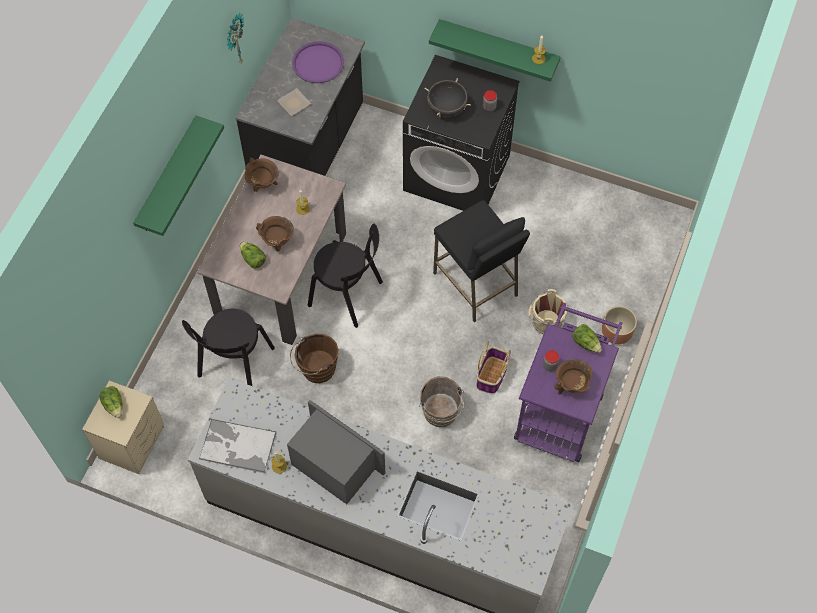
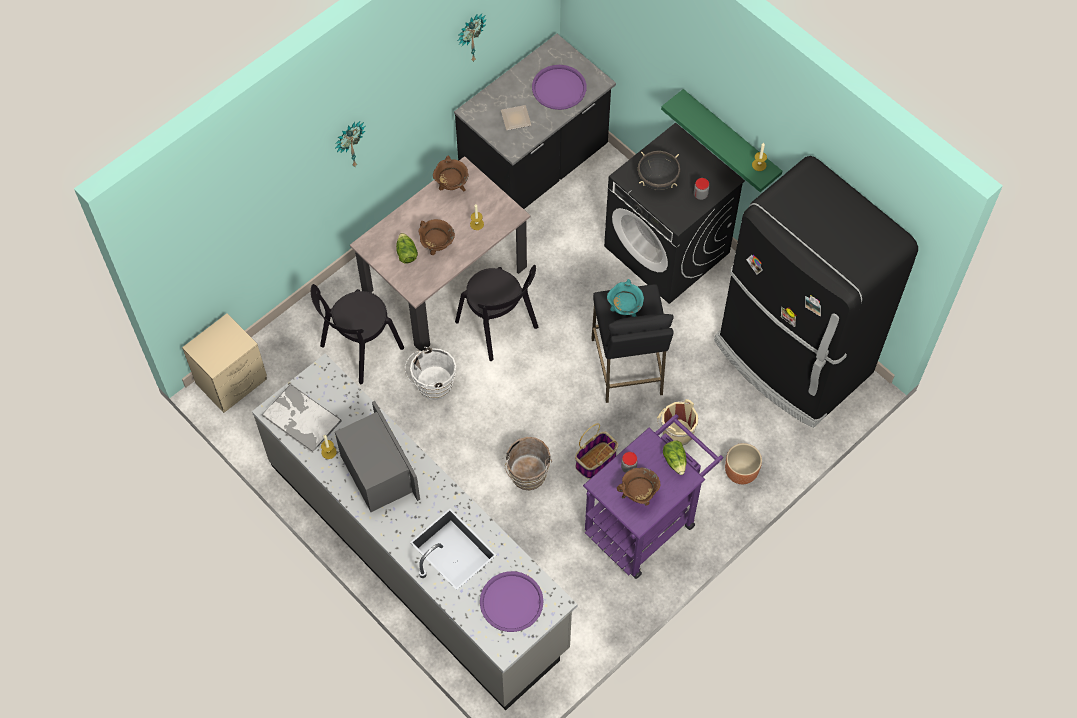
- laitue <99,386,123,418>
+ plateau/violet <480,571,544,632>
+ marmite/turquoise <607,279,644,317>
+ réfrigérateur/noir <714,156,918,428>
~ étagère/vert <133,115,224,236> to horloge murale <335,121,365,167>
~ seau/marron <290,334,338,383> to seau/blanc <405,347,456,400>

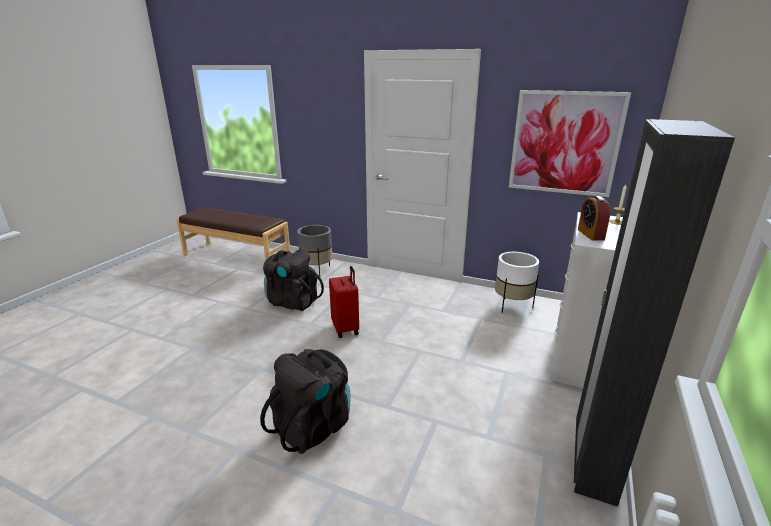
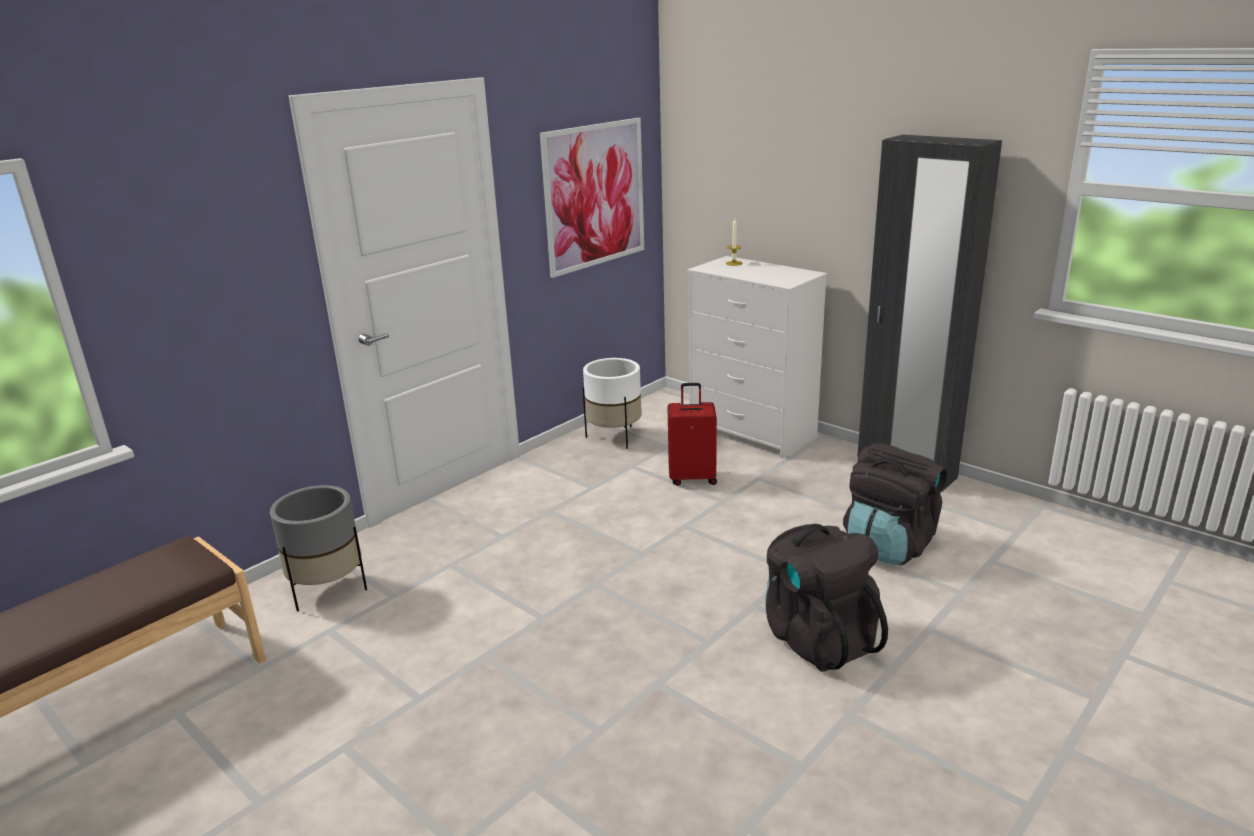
- réveil <578,196,610,240>
~ sac à dos/noir <263,249,324,311> to <843,443,947,565>
~ valise/rouge <329,266,359,338> to <667,383,717,486>

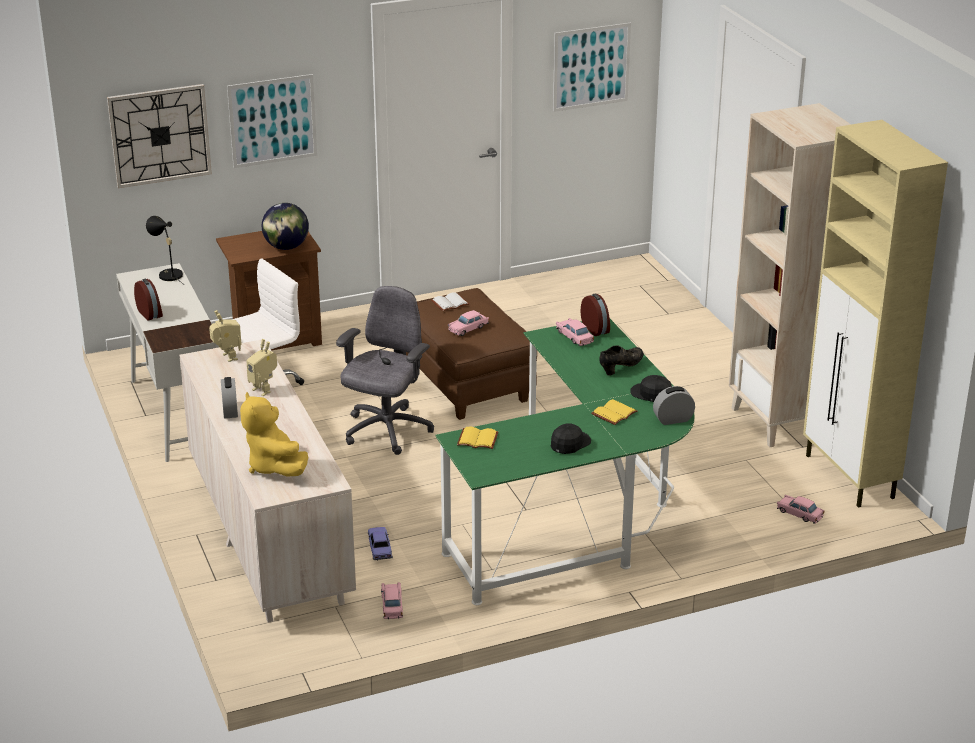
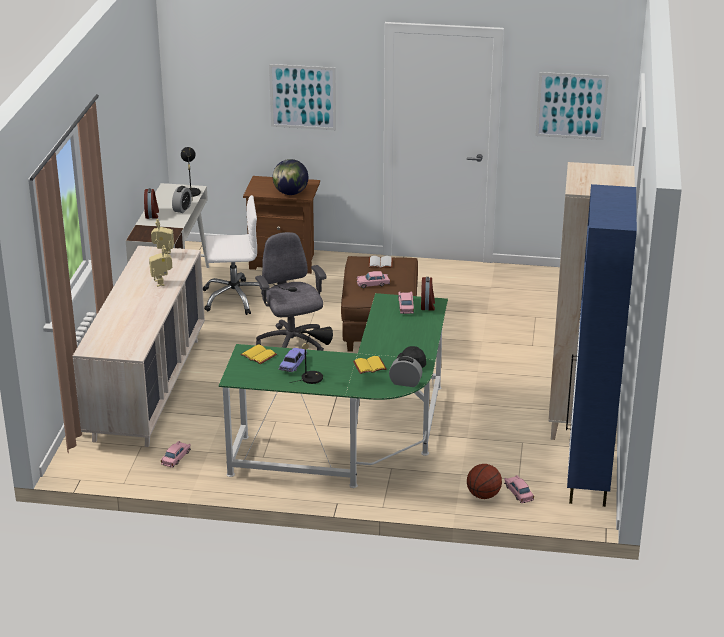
- horloge murale <107,84,212,188>
- peluche/jaune <240,392,308,477>
- chaussure/noir <599,346,644,376>
+ ballon de basket <467,464,502,499>
~ réveil <221,377,238,419> to <172,186,192,213>
~ petite voiture <368,527,393,560> to <278,348,307,372>
~ casquette/noir <551,423,591,454> to lampe de table/noir <289,327,333,384>
~ meuble de rangement/beige <803,120,948,508> to meuble de rangement/bleu <566,184,637,507>
~ chaise de bureau/gris <336,286,434,455> = <255,232,326,351> 75 degrees counterclockwise

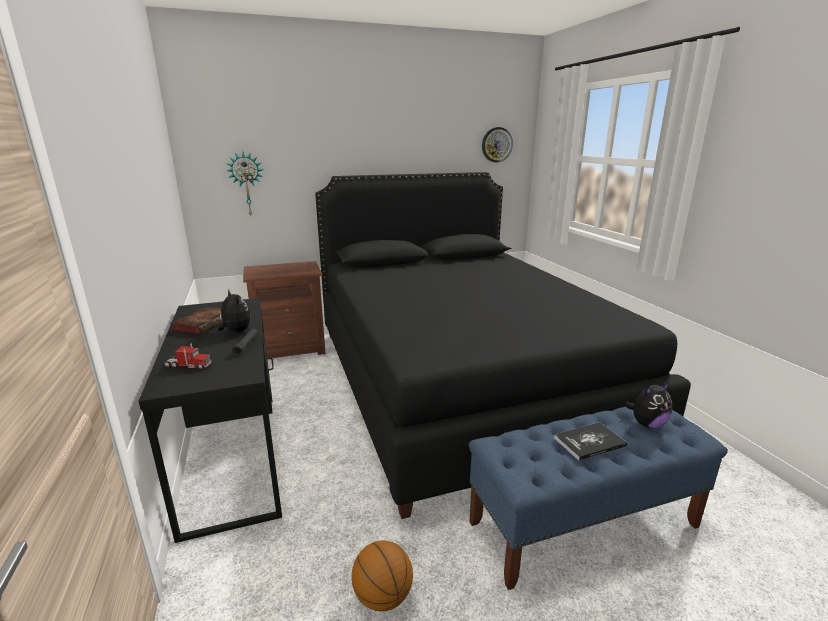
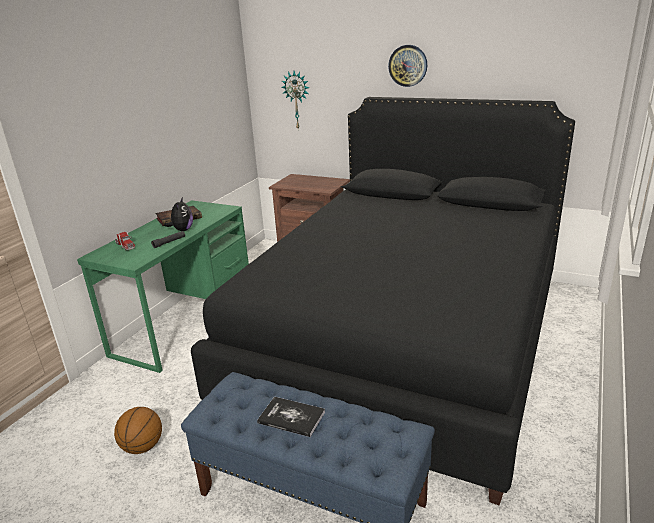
- peluche <624,381,672,428>
~ horloge murale <482,127,513,162> to <388,45,427,87>
~ bureau/noir <138,298,282,543> to bureau/vert <77,200,249,373>

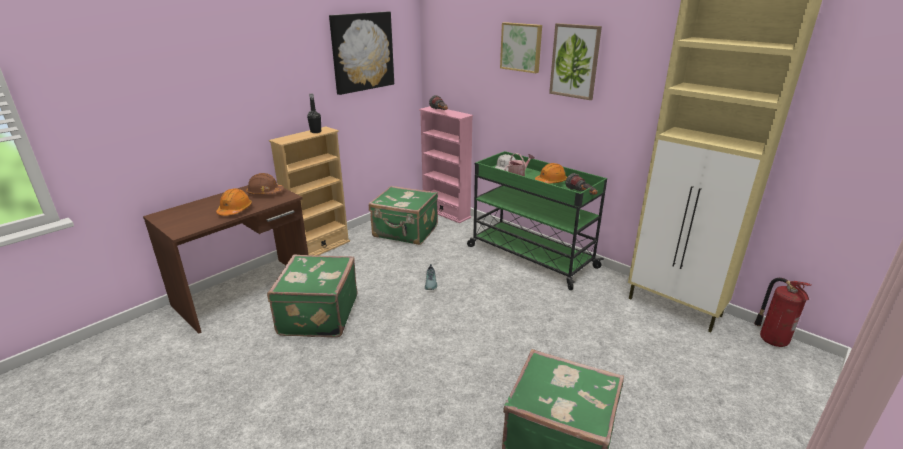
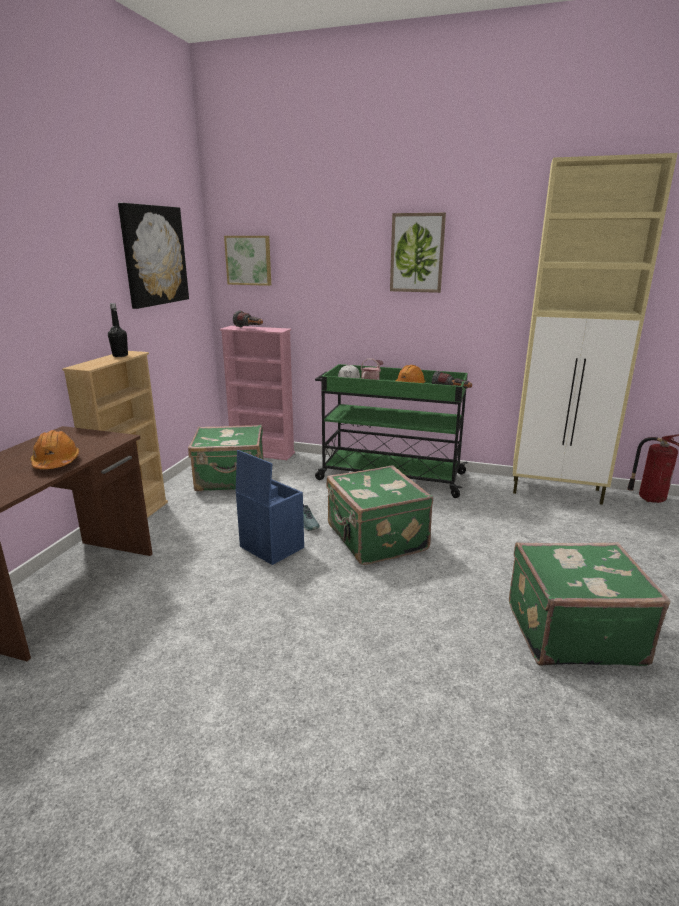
- casque de chantier/marron <246,173,284,195>
+ boîte de rangement/bleu <236,450,304,565>
~ valise/vert <267,255,358,337> to <327,466,433,565>
~ tableau <500,22,542,73> to <224,236,271,286>

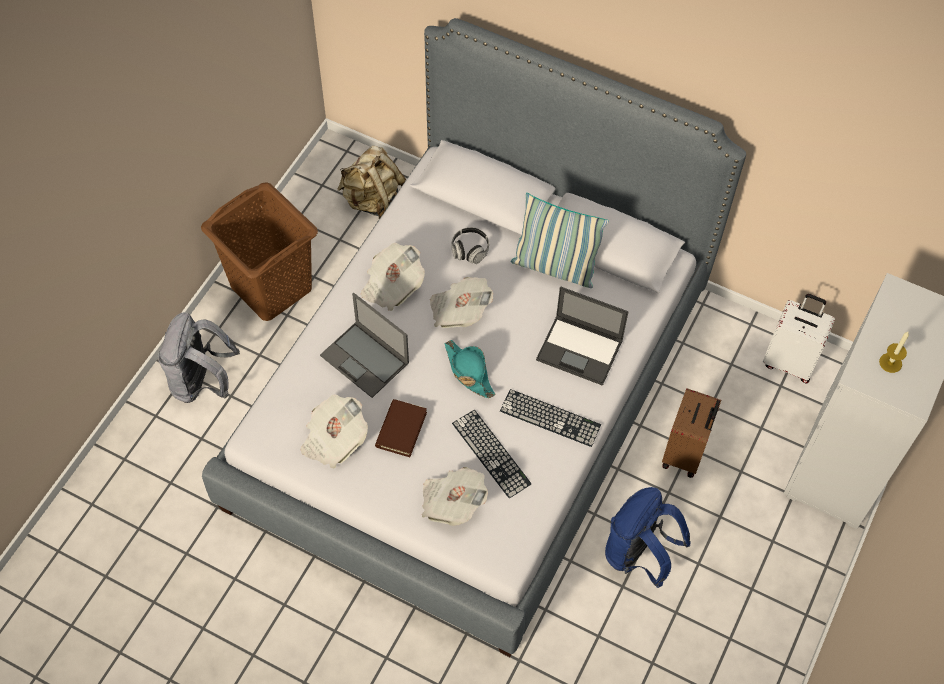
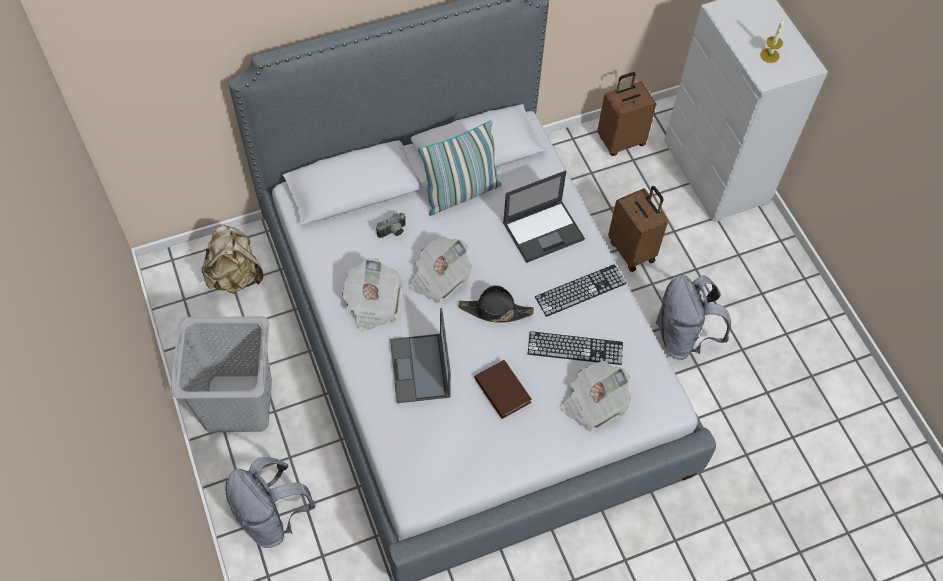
- journal <301,394,368,469>
~ casque audio <451,227,489,264> to appareil photo <376,213,406,238>
~ panier à linge/marron <201,182,318,321> to panier à linge/gris <170,316,272,432>
~ chapeau/turquoise <445,340,495,398> to chapeau/noir <459,285,534,323>
~ sac à dos/bleu <605,487,691,588> to sac à dos/gris <656,275,731,360>
~ valise/blanc <763,294,835,383> to valise/marron <597,72,656,156>
~ ordinateur portable <320,293,409,398> = <390,308,451,403> 90 degrees clockwise

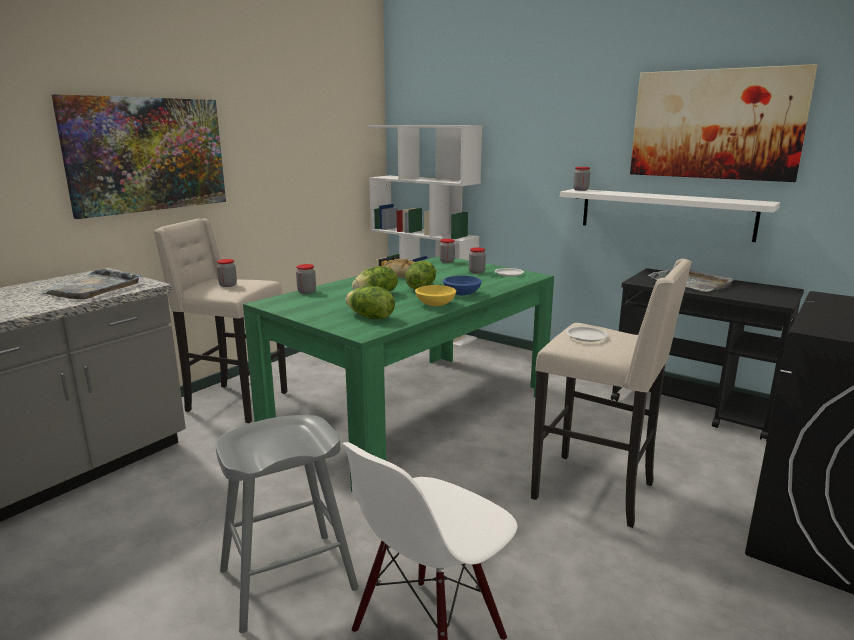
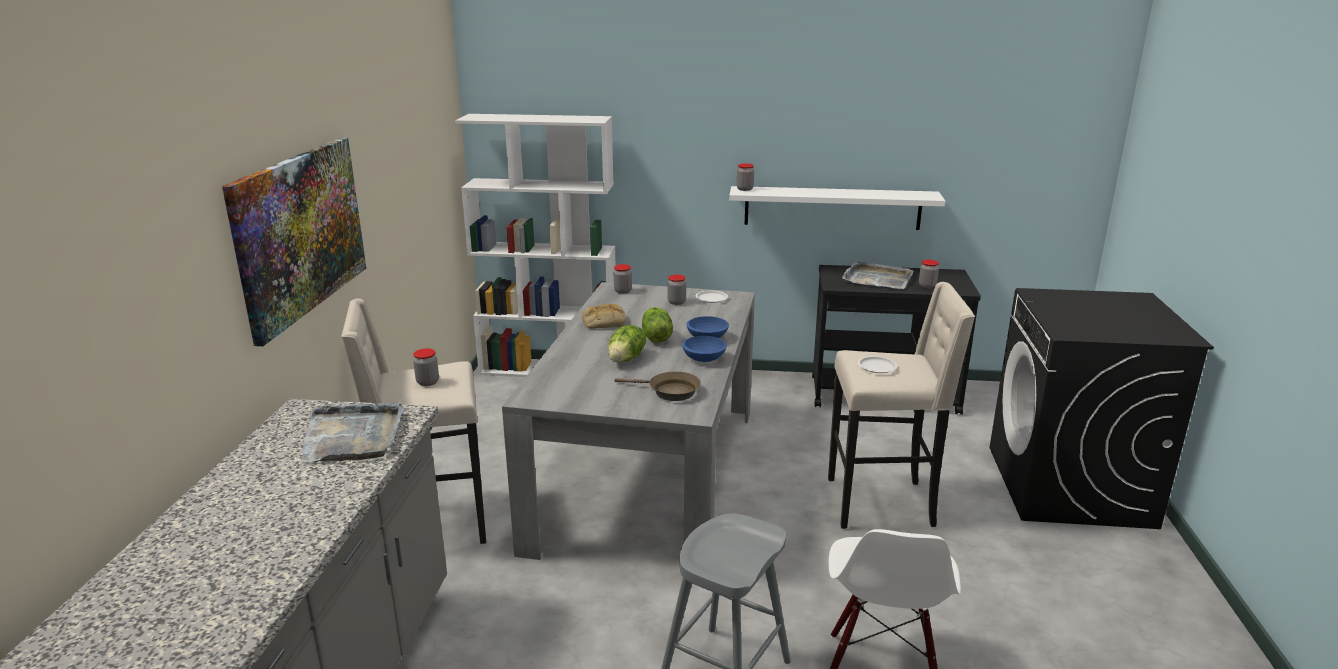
- tableau <630,64,818,182>
~ bocal <296,264,316,294> to <919,260,939,288>
~ laitue <345,286,395,319> to poêle/marron <615,372,701,401>
~ table à manger/vert <243,256,554,491> to table à manger/gris <502,282,755,560>
~ bol/jaune <415,285,456,306> to bol/bleu <682,336,727,362>

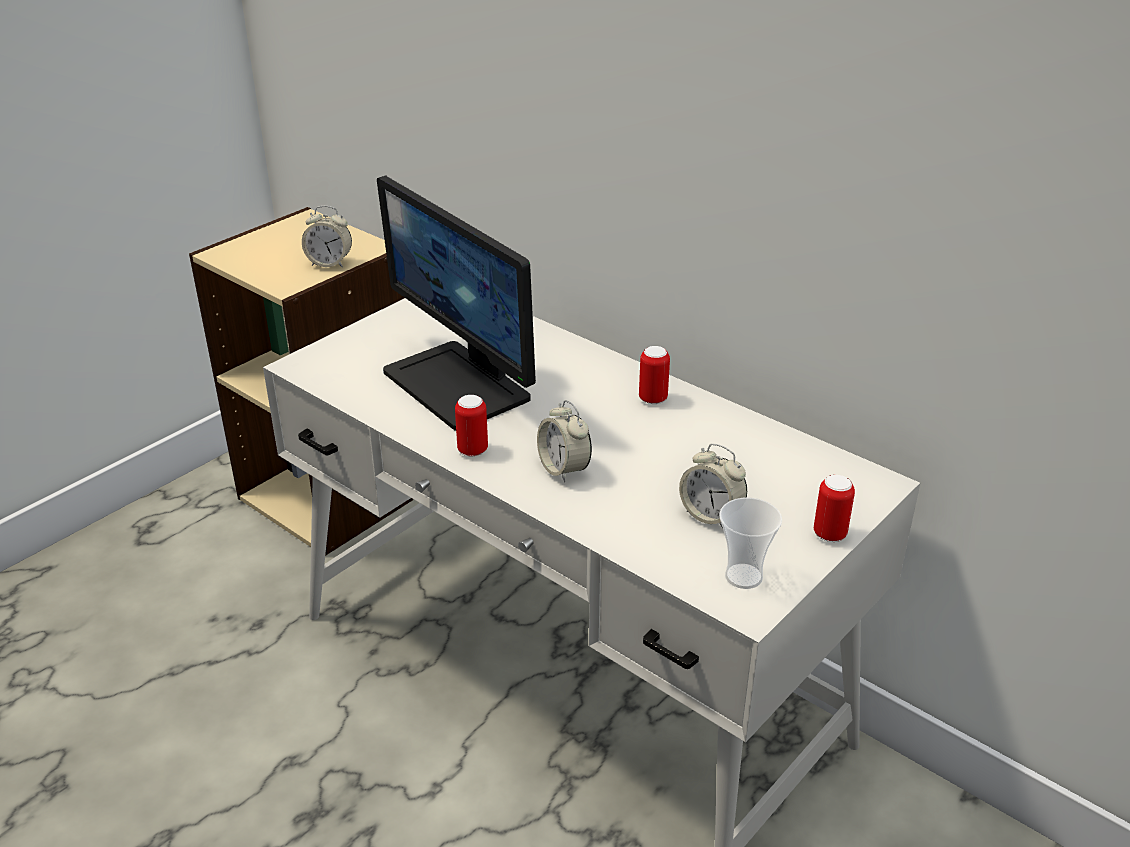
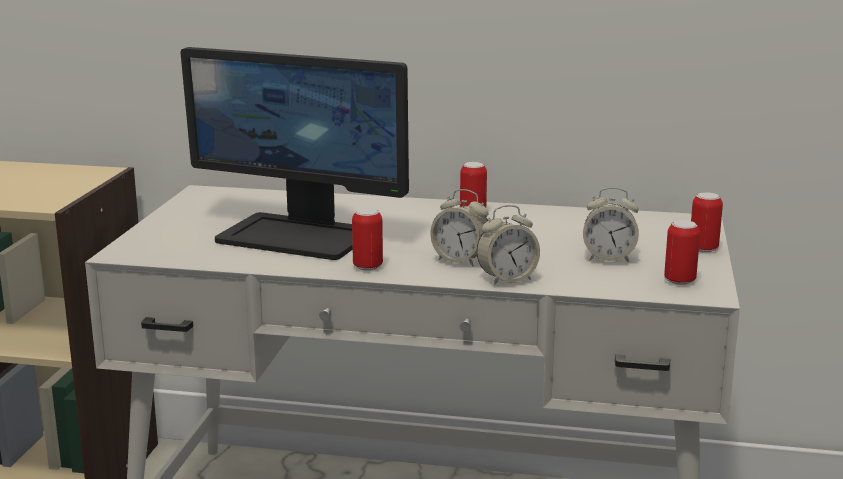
~ réveil <302,206,352,268> to <477,205,540,285>
~ tasse <719,498,782,589> to boîte métallique <664,220,700,285>

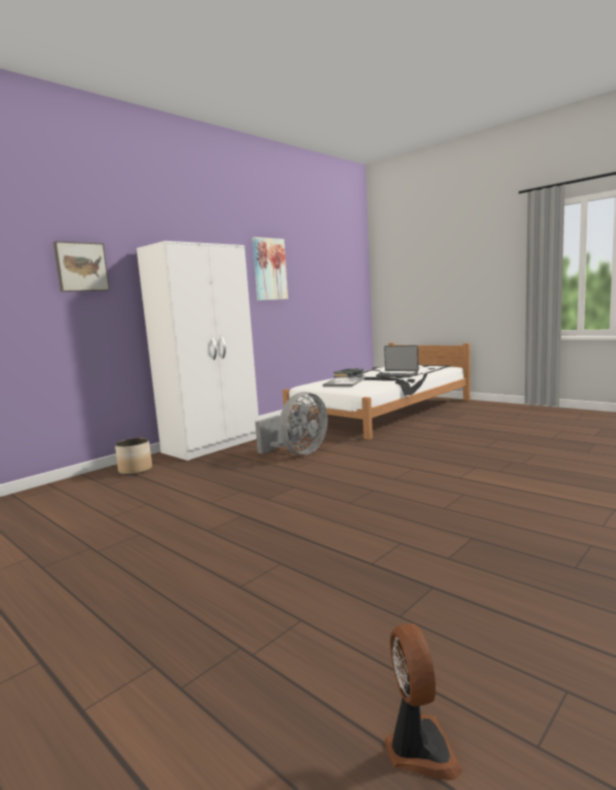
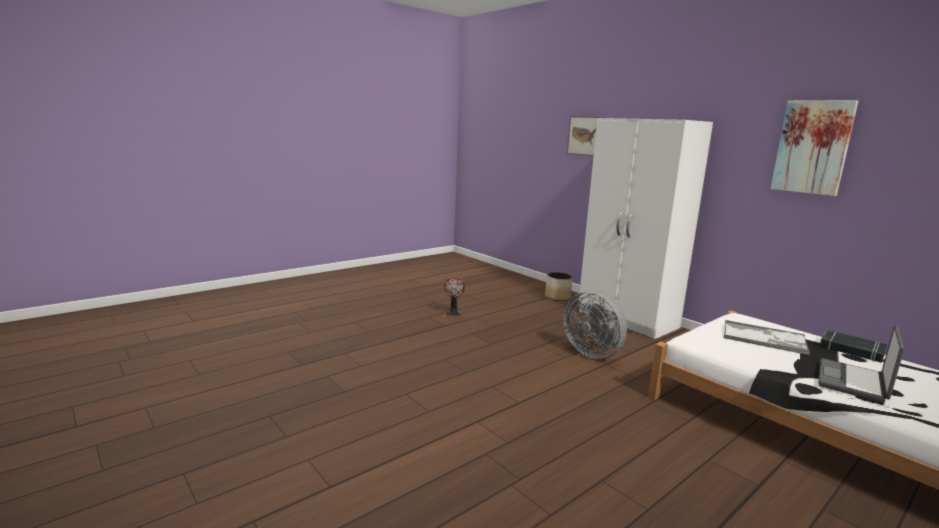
~ ventilateur <384,623,463,780> to <442,276,465,318>

